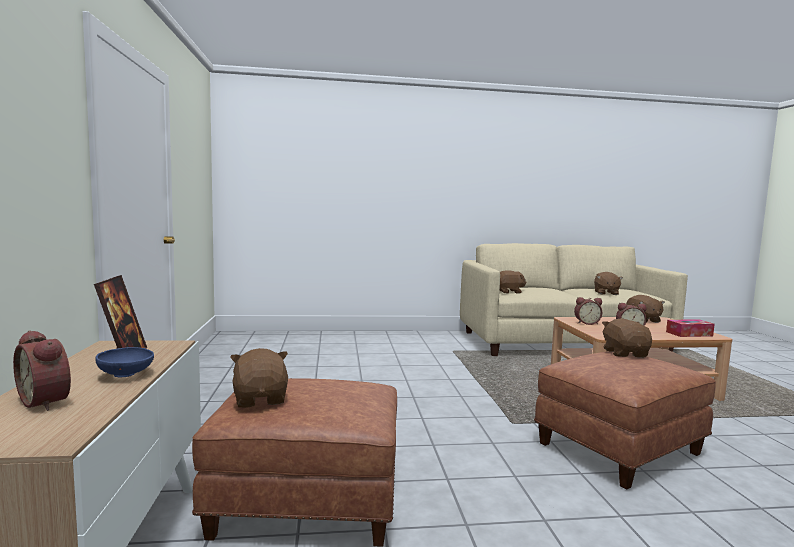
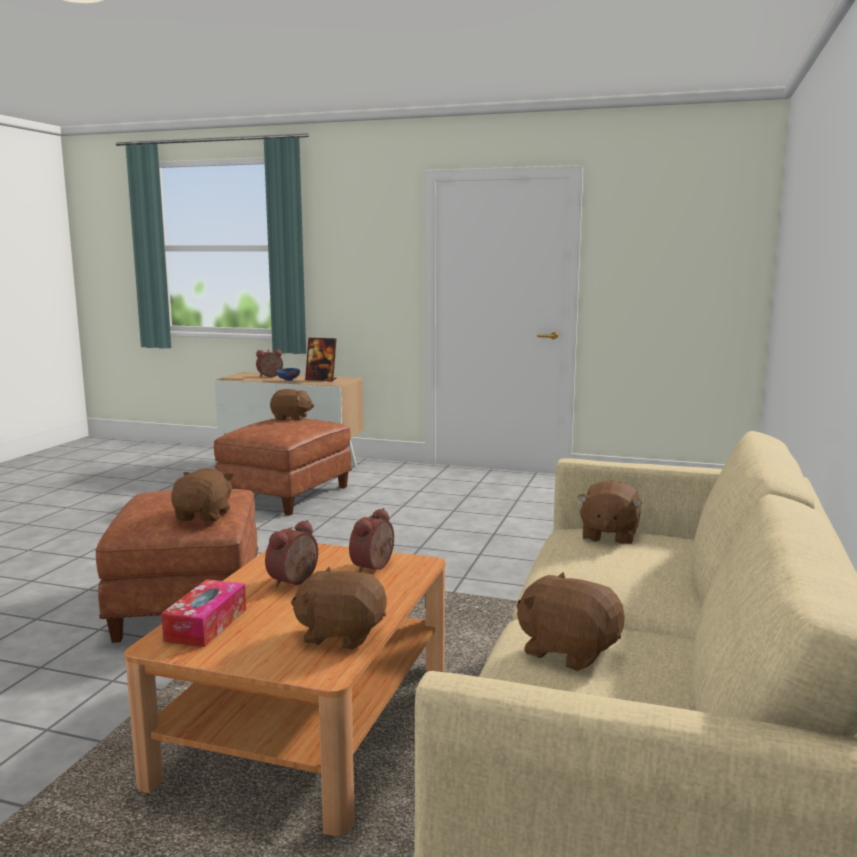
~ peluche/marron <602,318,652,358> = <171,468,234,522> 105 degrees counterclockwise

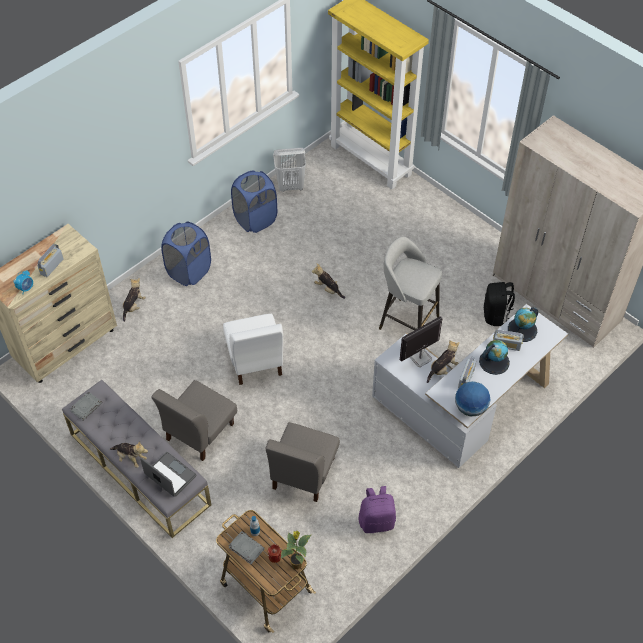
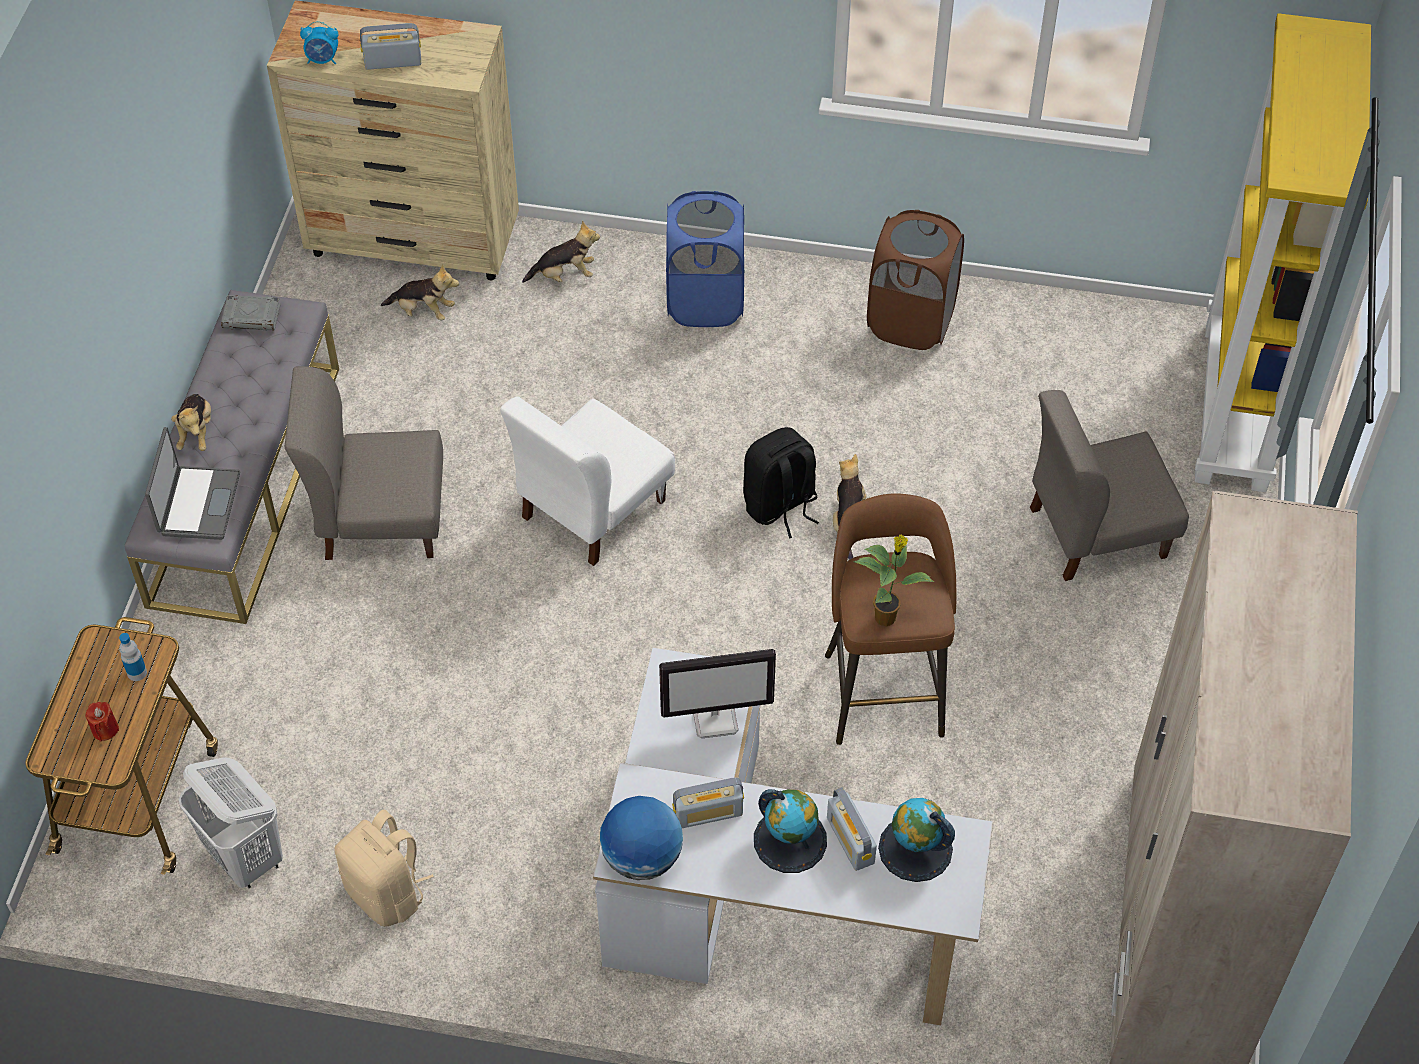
- livre/gris <228,531,265,564>
~ chaise/gris <265,422,340,502> to <1030,390,1189,581>
~ panier à linge/blanc <273,148,306,192> to <179,757,283,888>
~ plante en pot <281,531,311,569> to <853,535,934,627>
~ peluche <427,340,460,383> to <381,263,459,321>
~ sac à dos/noir <484,282,515,326> to <743,427,819,539>
~ panier à linge/bleu <231,171,277,233> to panier à linge/marron <867,210,964,350>
~ sac à dos/violet <358,486,396,533> to sac à dos/beige <335,809,434,927>
~ tabouret/gris <379,236,442,331> to tabouret/marron <825,493,956,745>
~ écran d'ordinateur <400,316,443,367> = <659,649,776,739> 150 degrees clockwise

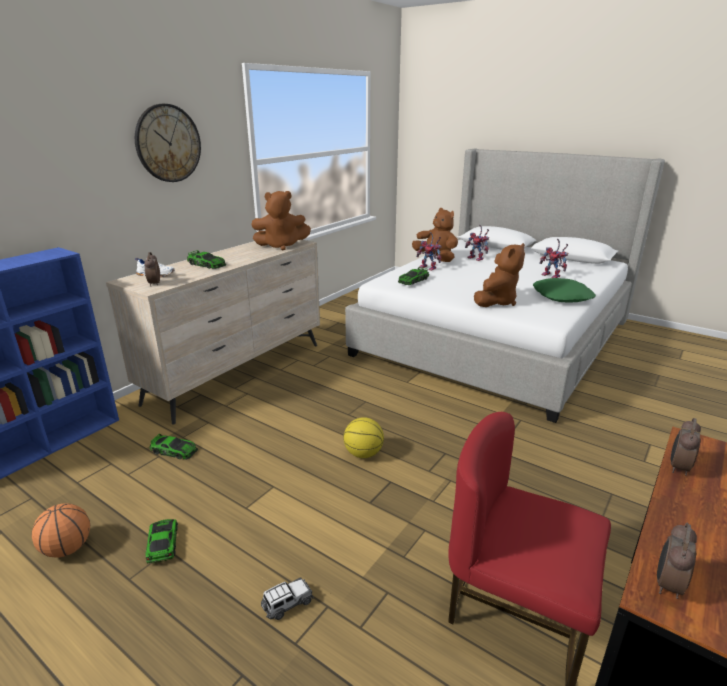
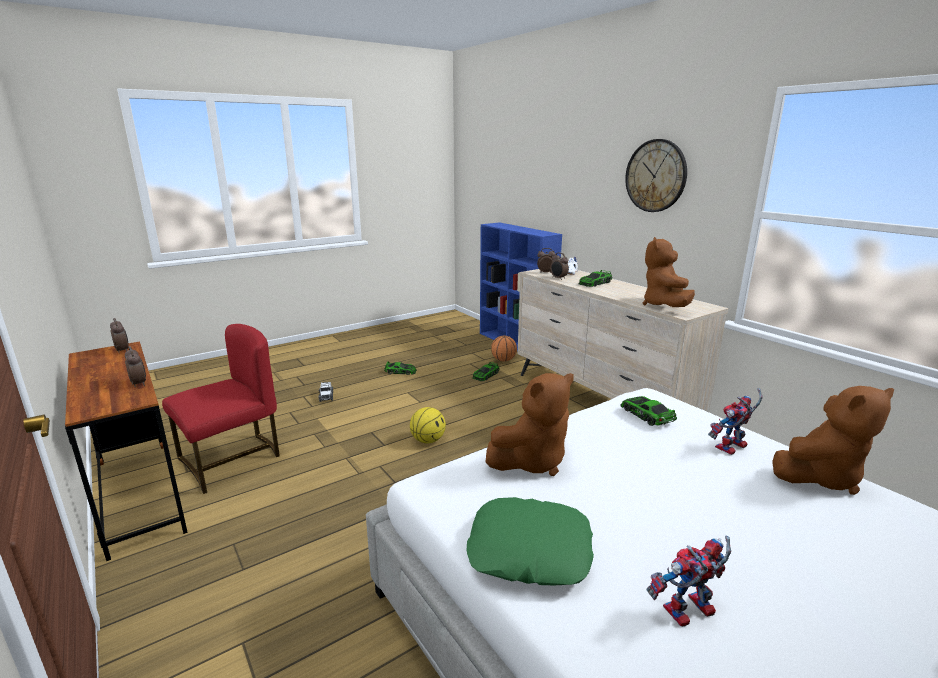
- robot jouet <465,225,489,261>
+ réveil <550,253,569,280>
~ ballon de basket <31,503,90,558> to <491,336,517,362>
~ peluche/marron <474,243,525,307> = <485,373,574,476> 90 degrees counterclockwise

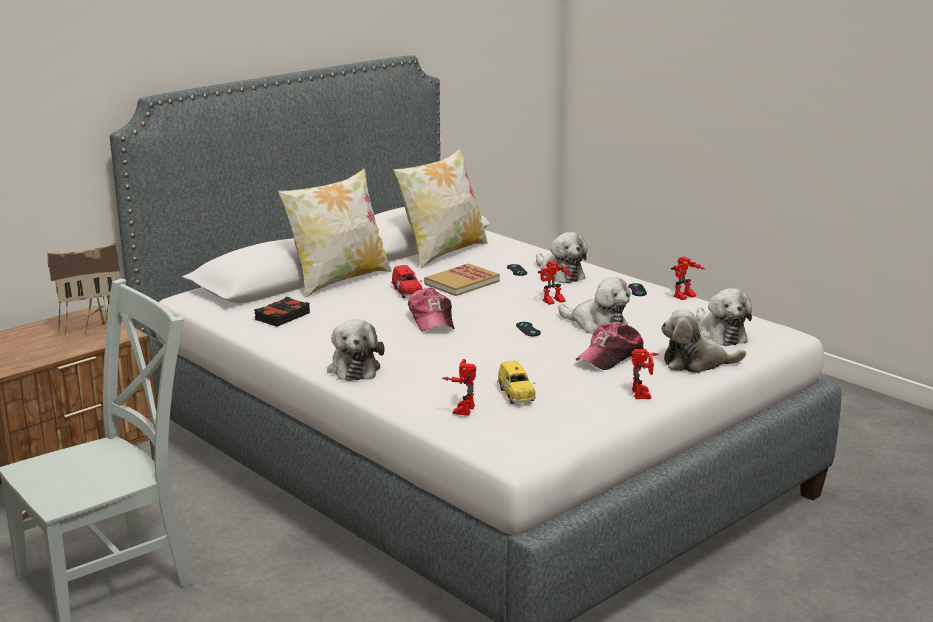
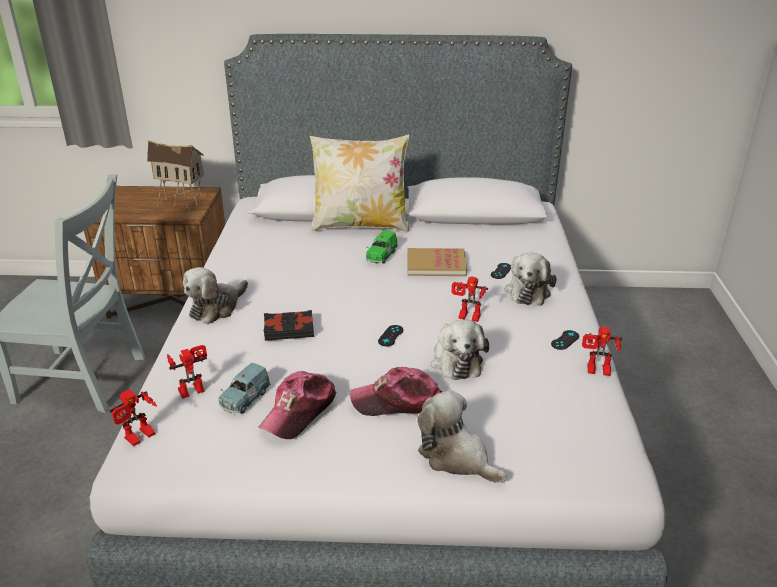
- coussin <393,148,488,269>
- peluche <696,288,752,346>
~ livre/noir <254,297,310,327> to <264,310,314,341>
~ casquette <408,288,454,332> to <259,371,336,439>
~ robot jouet <632,349,659,399> to <110,390,157,446>
~ petite voiture/rouge <391,265,423,298> to petite voiture/vert <366,230,398,264>
~ petite voiture/jaune <497,360,536,404> to petite voiture/bleu <219,363,271,414>

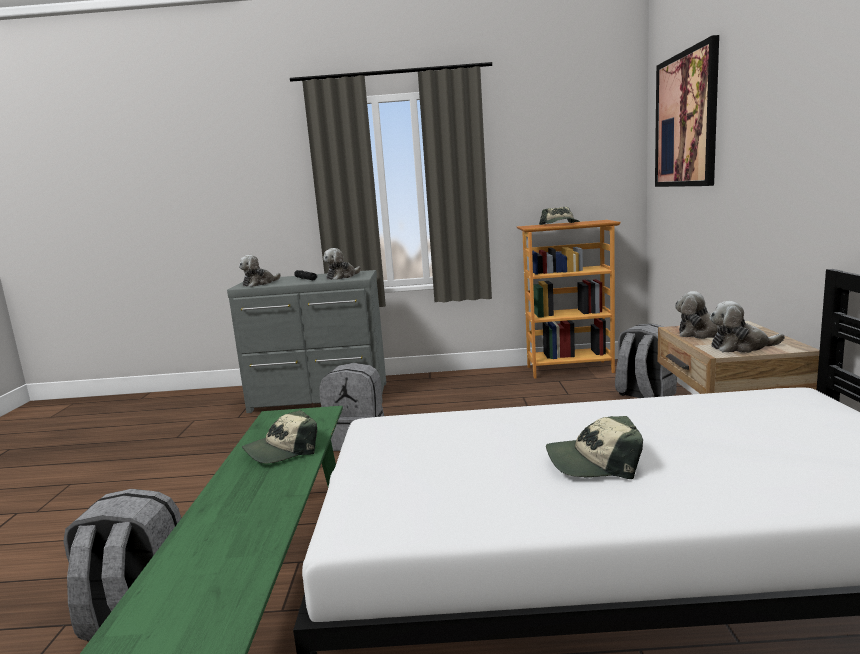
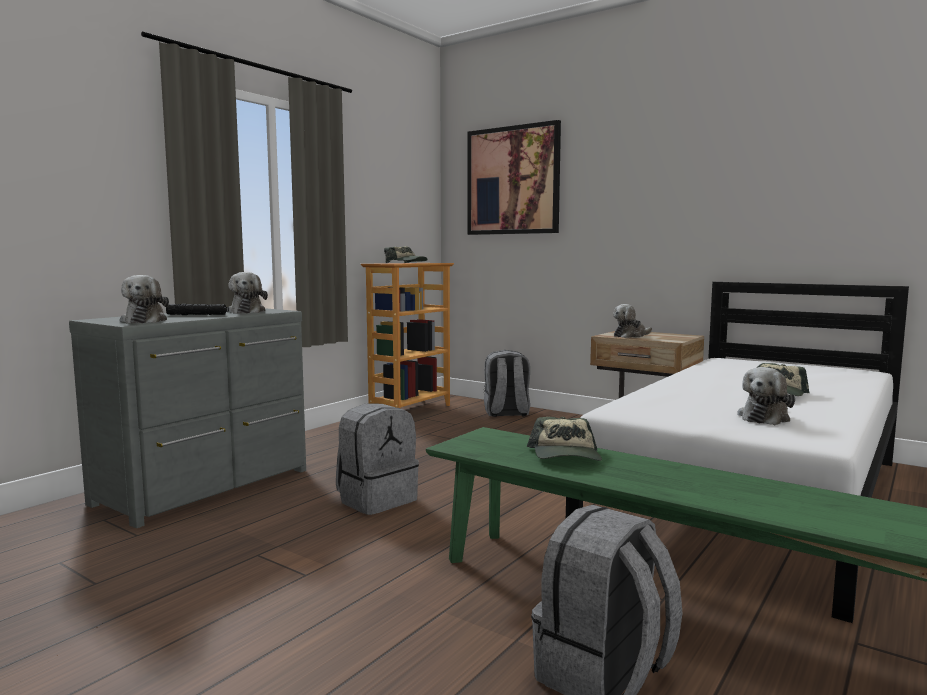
~ peluche <710,301,785,353> to <737,367,795,425>

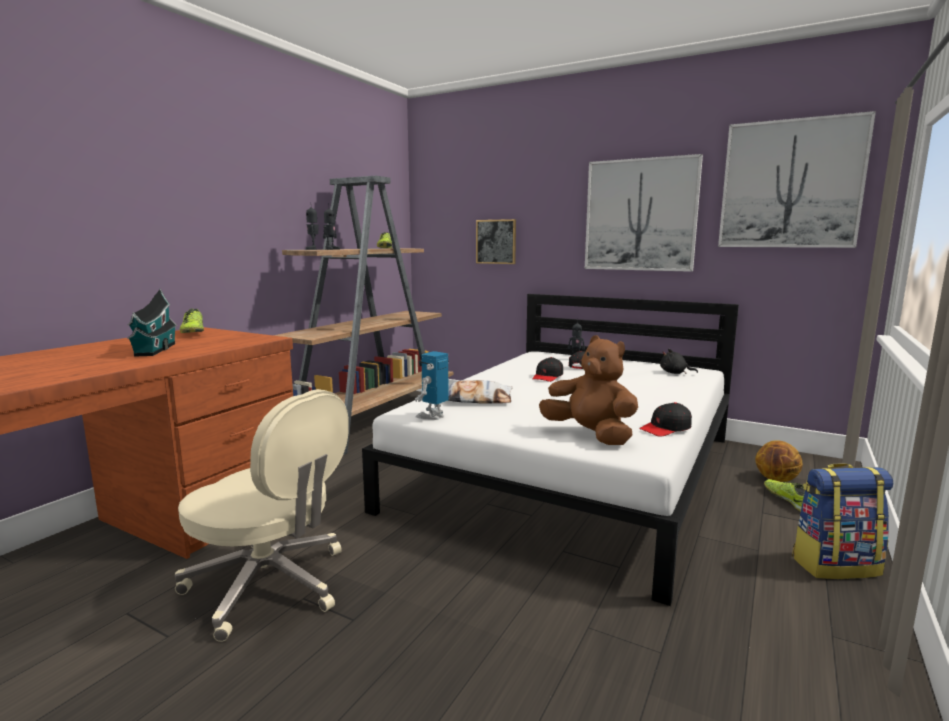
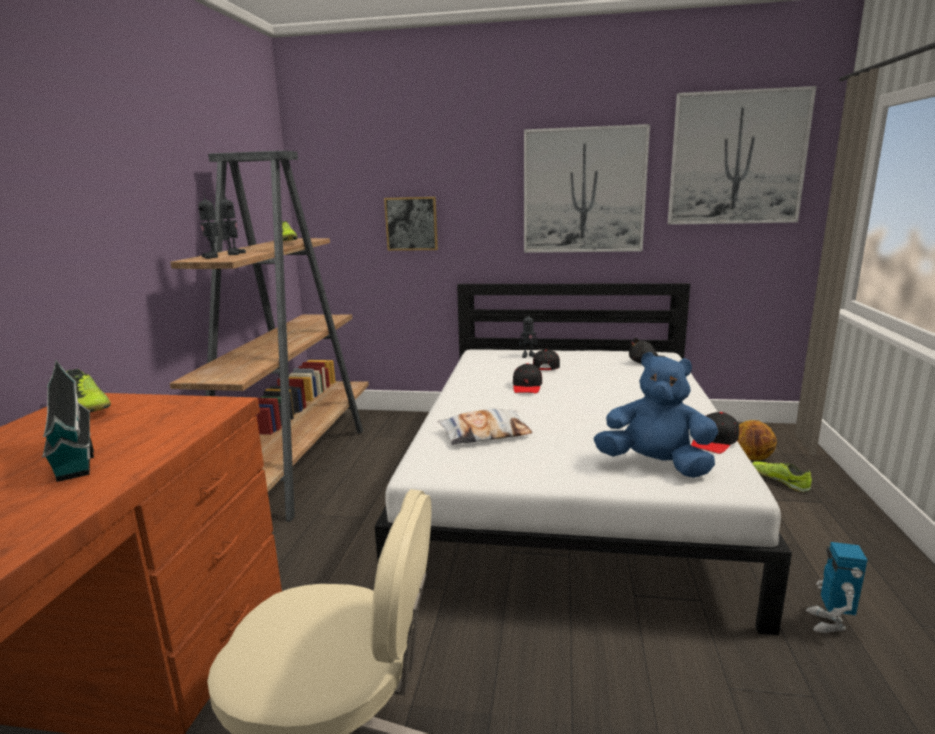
- sac à dos <792,463,893,579>
~ robot jouet <415,351,449,420> to <806,542,868,633>
~ peluche/marron <539,335,638,445> to peluche/bleu <594,352,718,478>

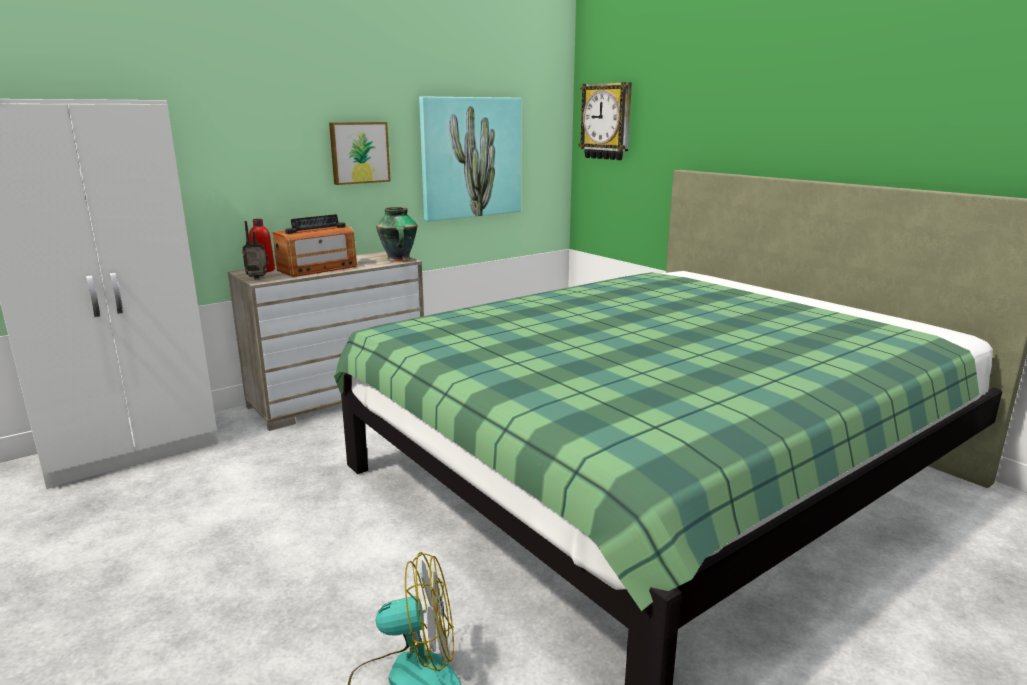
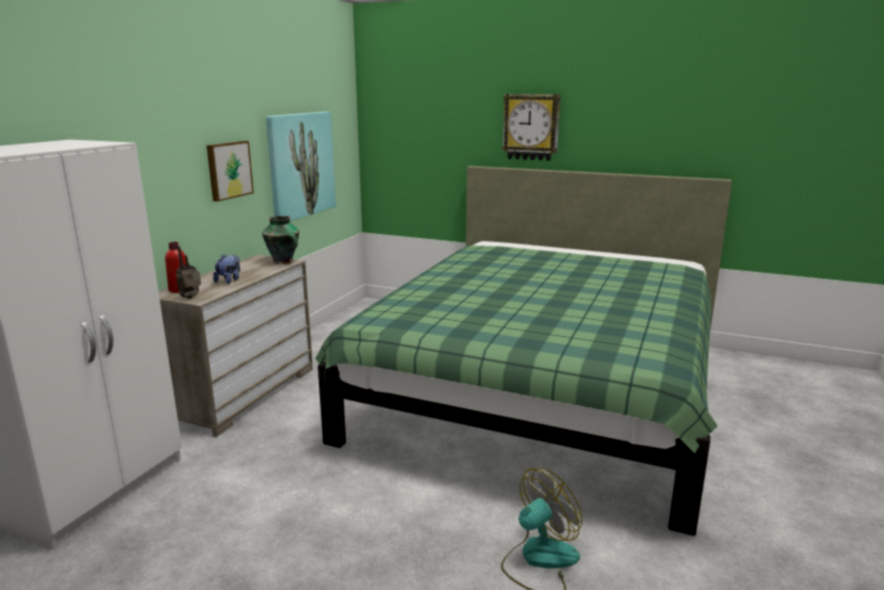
~ horloge murale <579,82,632,160> to <502,94,561,161>
~ radio <273,214,357,277> to peluche <213,254,240,284>

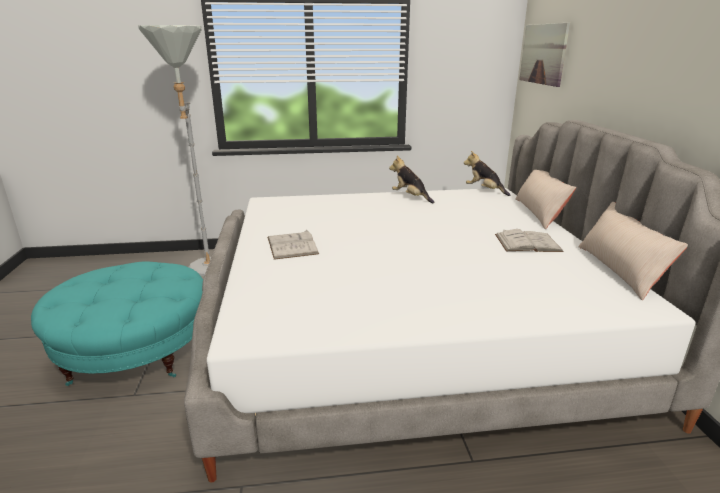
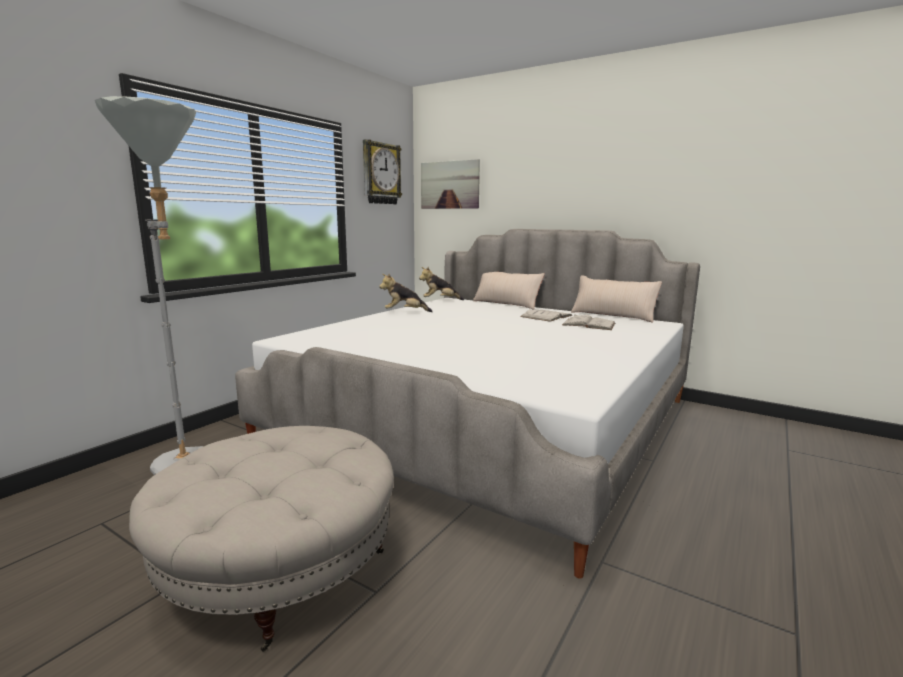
+ horloge murale <363,139,402,204>
~ livre/blanc <267,230,319,260> to <562,314,615,330>
~ pouf/turquoise <31,262,203,386> to pouf/beige <129,426,394,652>

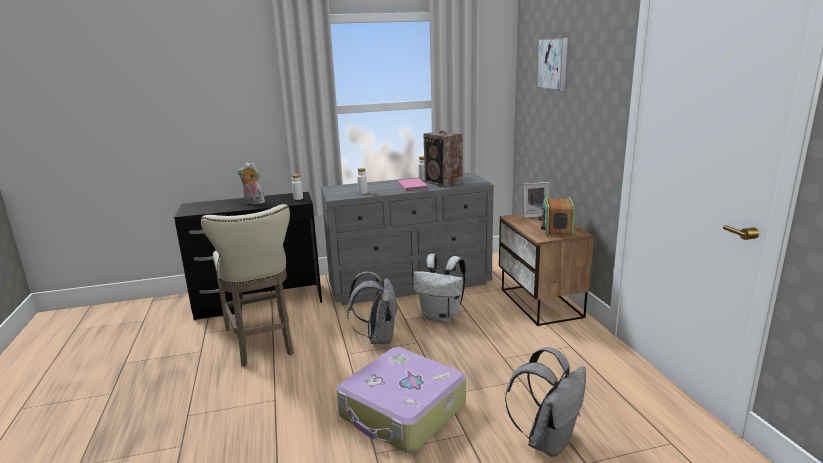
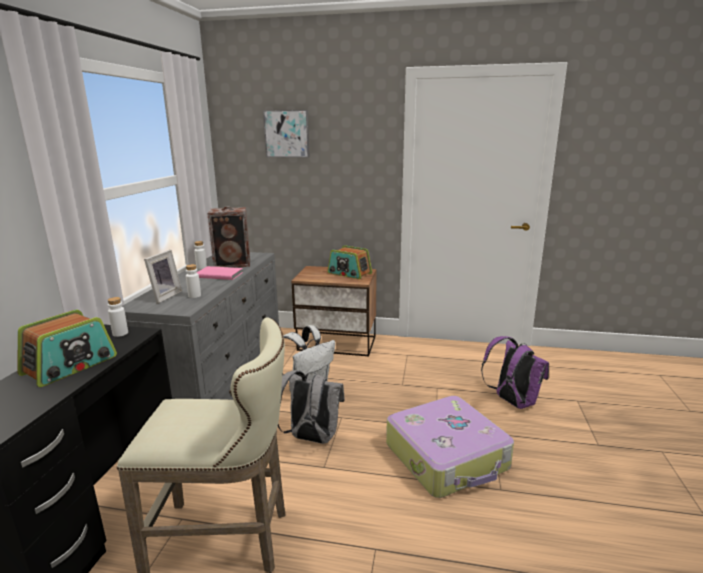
~ cadre photo <522,182,550,218> to <144,250,182,303>
~ peluche <238,162,265,204> to radio <18,310,117,387>
~ sac à dos/gris <505,347,586,457> to sac à dos/violet <481,336,549,409>

